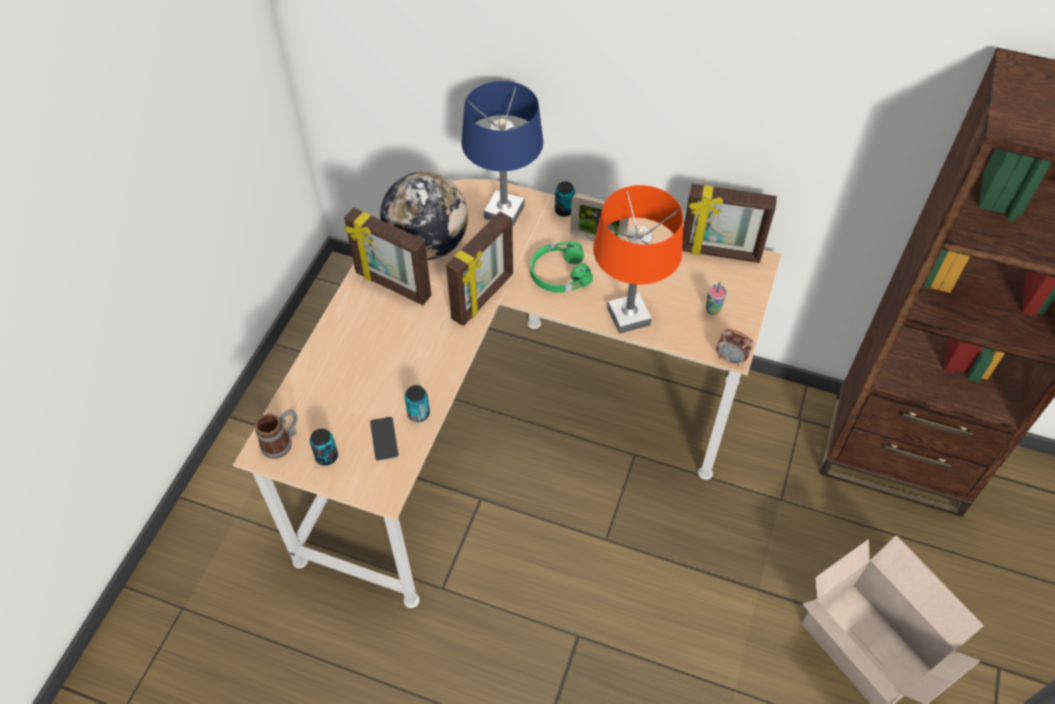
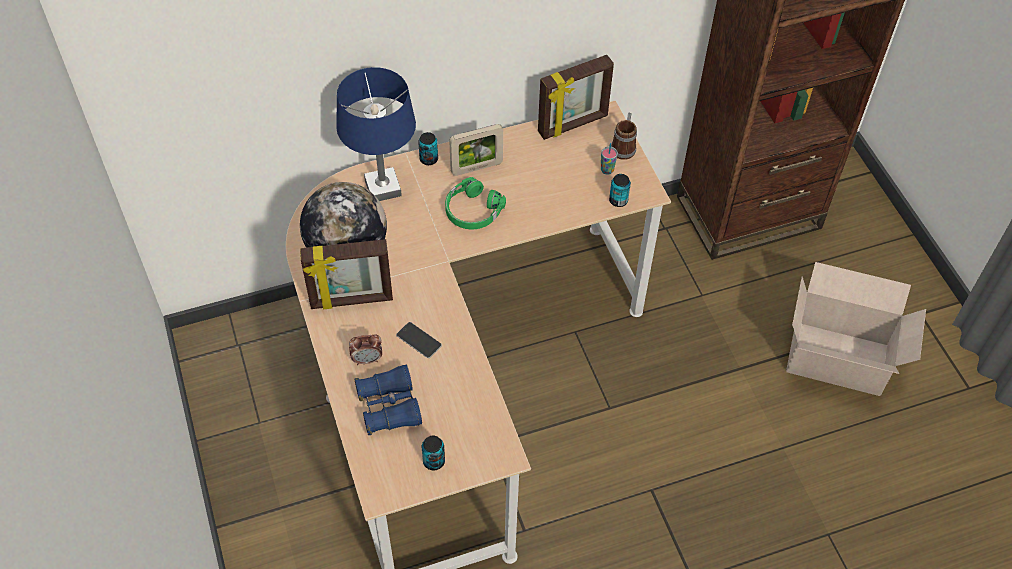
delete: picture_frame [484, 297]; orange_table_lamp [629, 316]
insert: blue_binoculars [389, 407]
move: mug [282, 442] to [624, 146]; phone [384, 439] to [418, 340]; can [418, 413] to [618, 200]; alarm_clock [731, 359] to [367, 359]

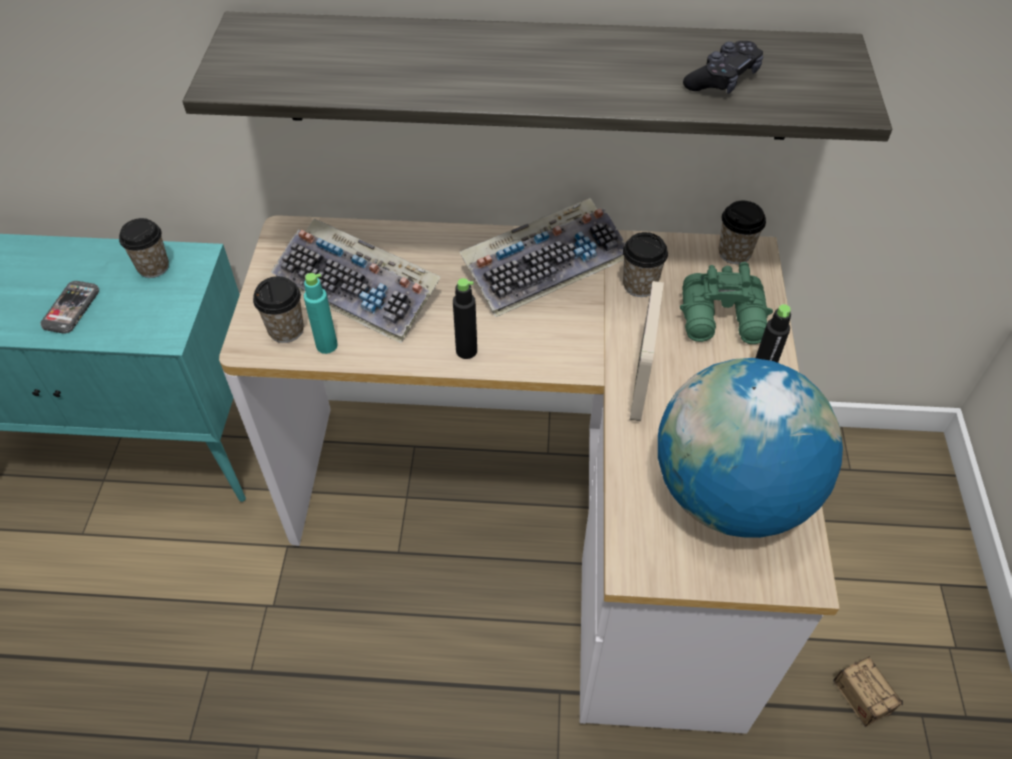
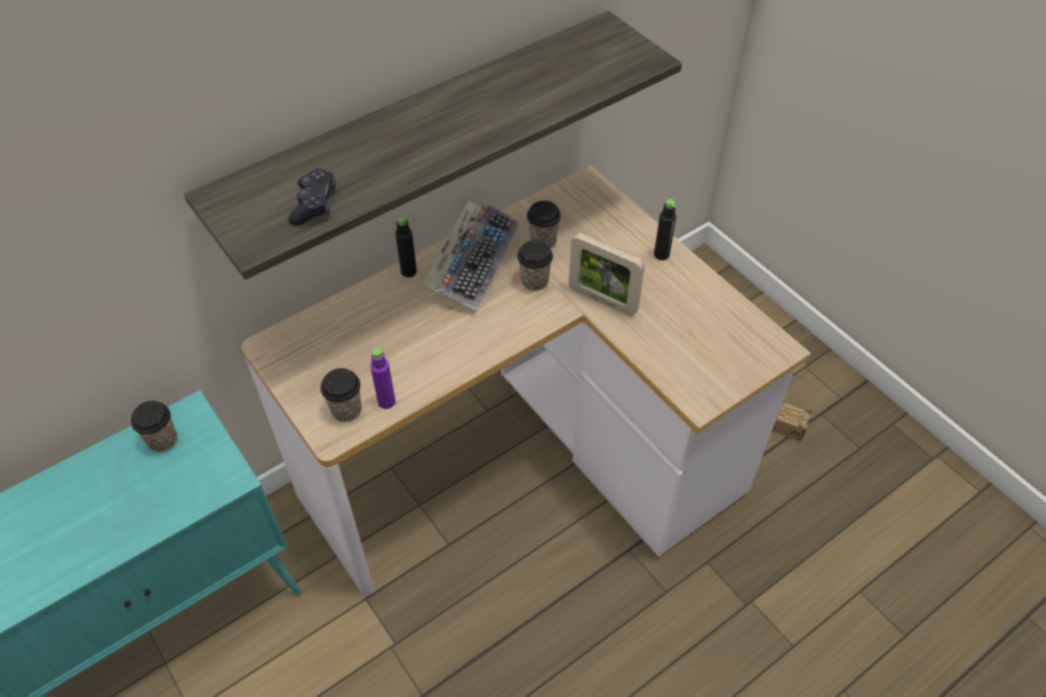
delete: phone [71, 308]; keyboard [360, 290]; globe [729, 493]; green_binoculars [724, 320]
move: black_bottle [466, 351] to [408, 271]; black_game_controller [722, 79] to [314, 204]; cup [734, 253] to [534, 281]
recolor: turquoise_bottle [327, 345] to purple_bottle [386, 401]
rotate: picture_frame [640, 384] = [602, 300] 150 degrees clockwise

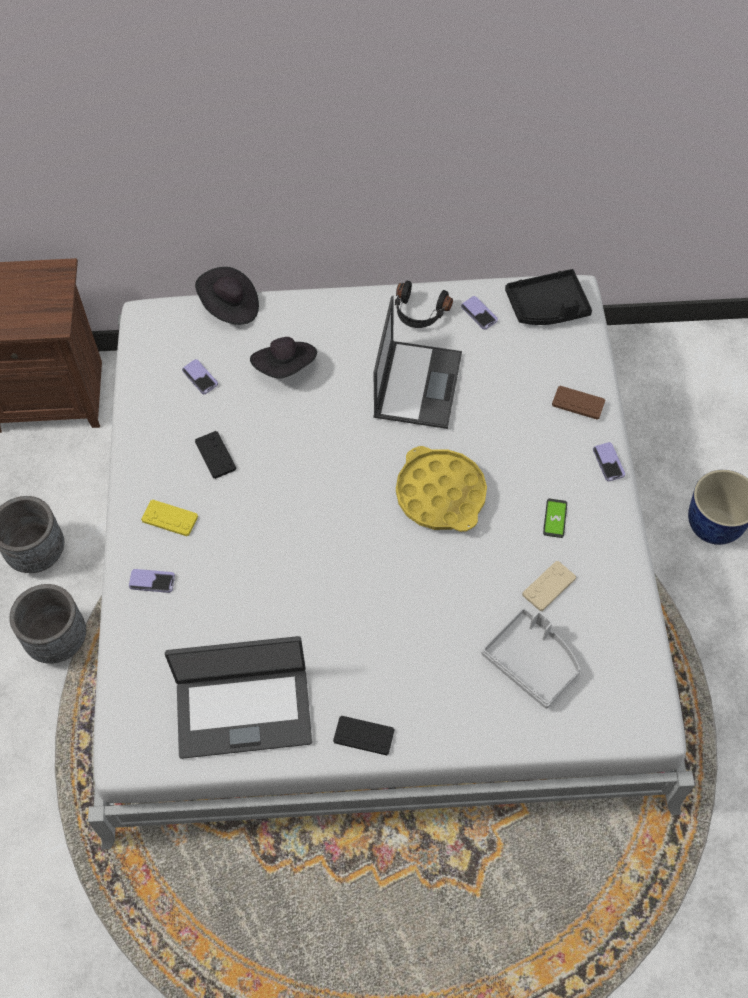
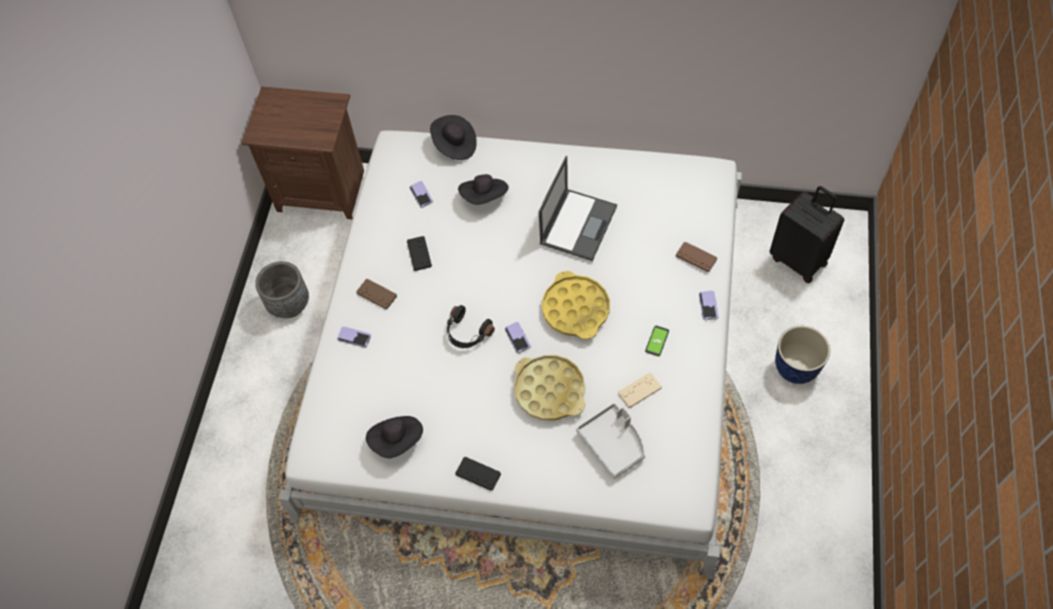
delete: grey_planter [58, 641]; black_tray [547, 307]
insert: yellow_tray [549, 390]; black_suitcase [799, 260]
move: black_headphones [419, 313] to [467, 333]; phone [479, 313] to [517, 338]
replace: laptop [243, 710] to black_hat [397, 440]
recolor: yellow_game_controller [170, 518] to brown_game_controller [376, 294]

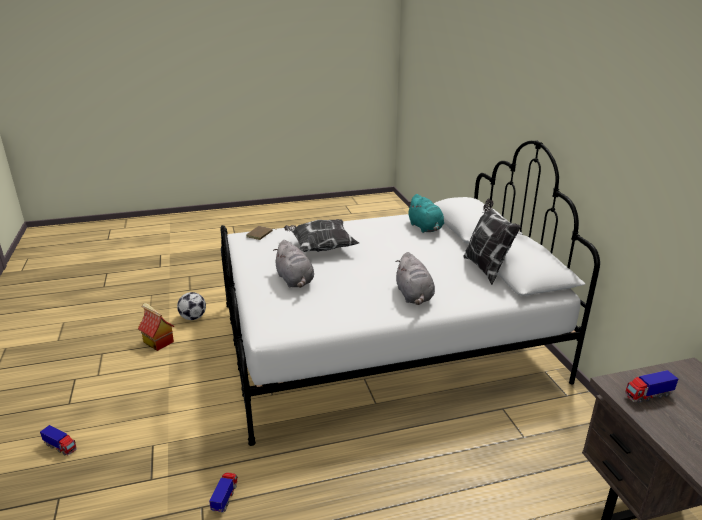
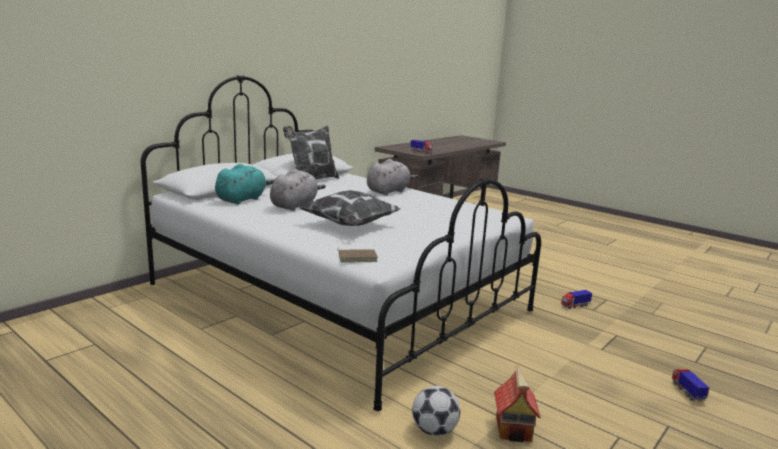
move: grey_plush_toy [295, 281] to [295, 205]

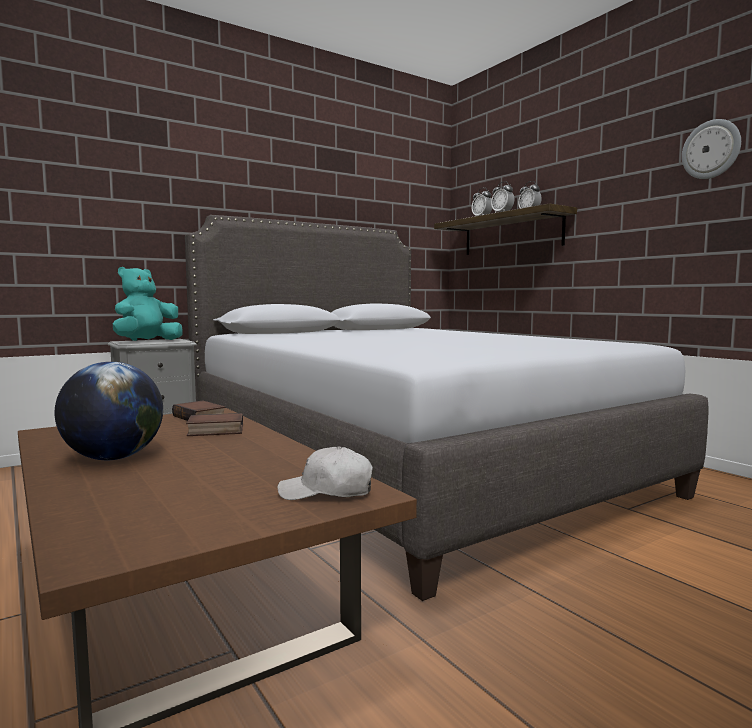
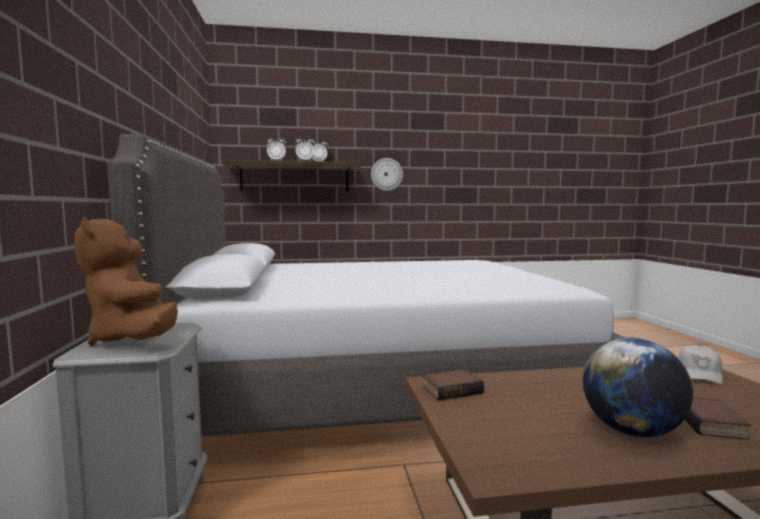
move: book [214, 431] to [711, 424]; wall_clock [711, 149] to [386, 174]
recolor: turquoise_plush_toy [147, 341] to brown_plush_toy [134, 340]

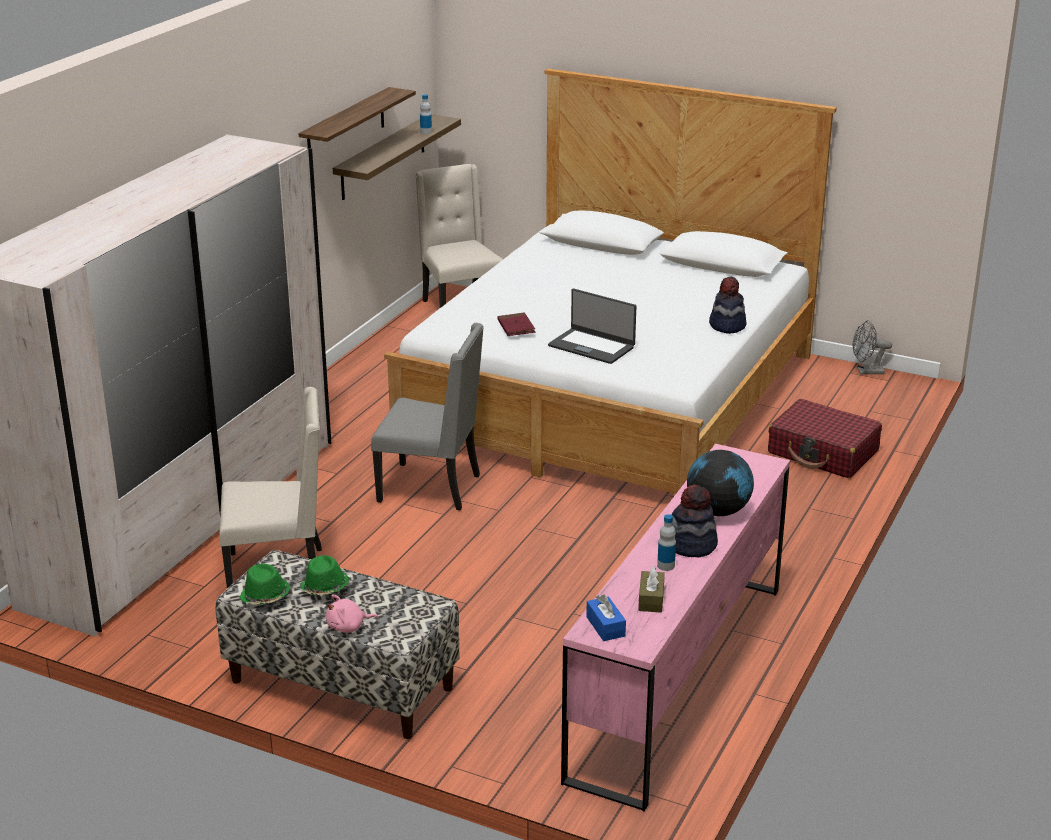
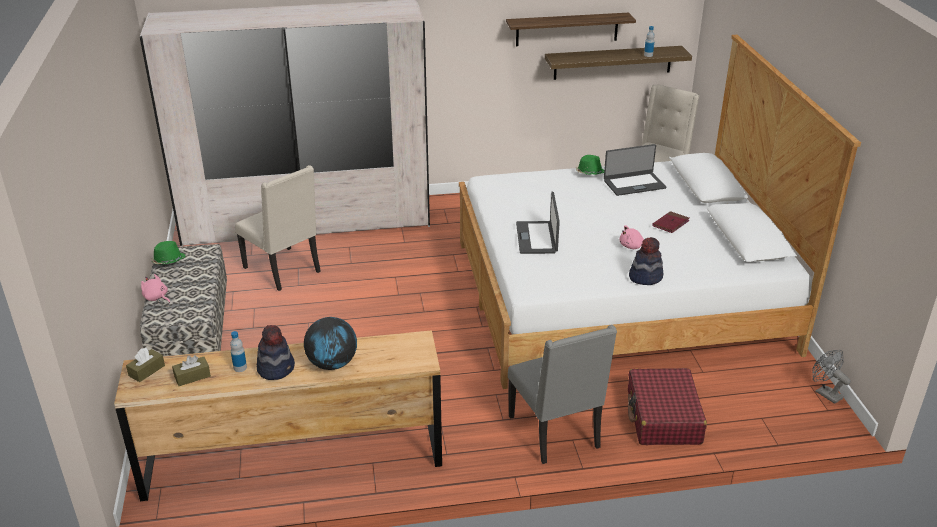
insert: laptop [634, 184]; pink_plush_toy [632, 246]
move: green_hat [324, 588] to [589, 173]; grey_chair [432, 488] to [556, 433]; red_book [516, 327] to [670, 224]
recolor: pink_dresser [678, 679] to brown_dresser [294, 460]; blue_tissue_box [605, 626] to brown_tissue_box [147, 371]

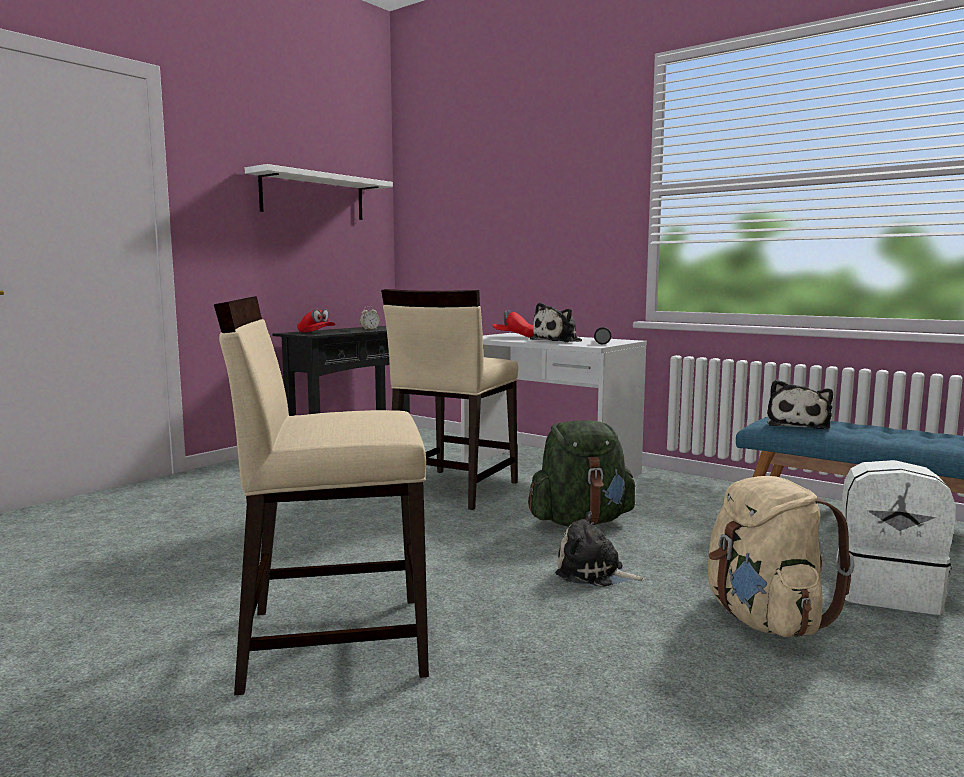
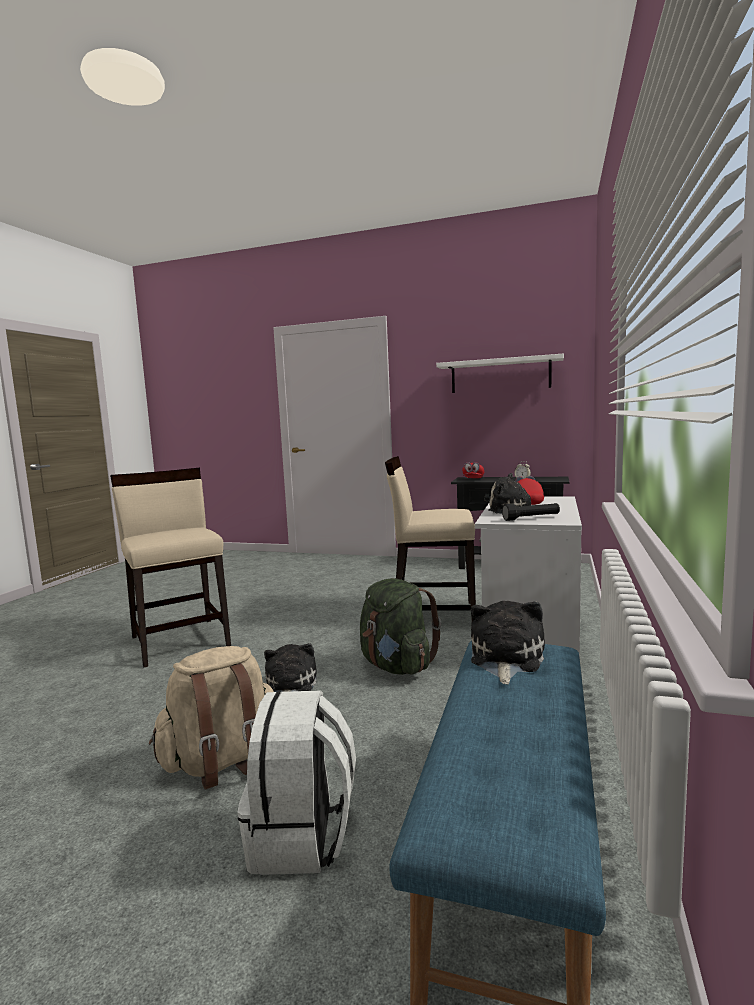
rotate: plush_toy [798, 425] = [505, 659] 105 degrees clockwise

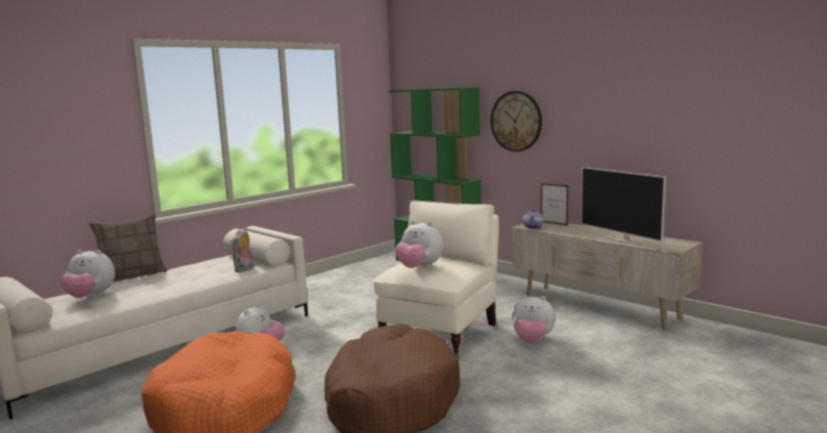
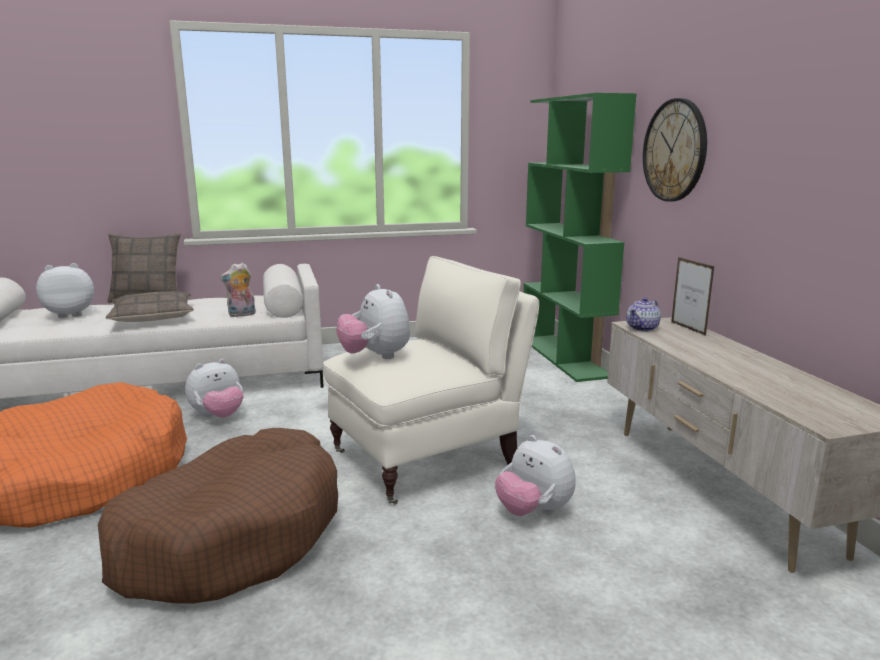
delete: television [621, 240]
insert: pillow [153, 316]
rotate: plush_toy [91, 297] = [70, 314] 120 degrees clockwise

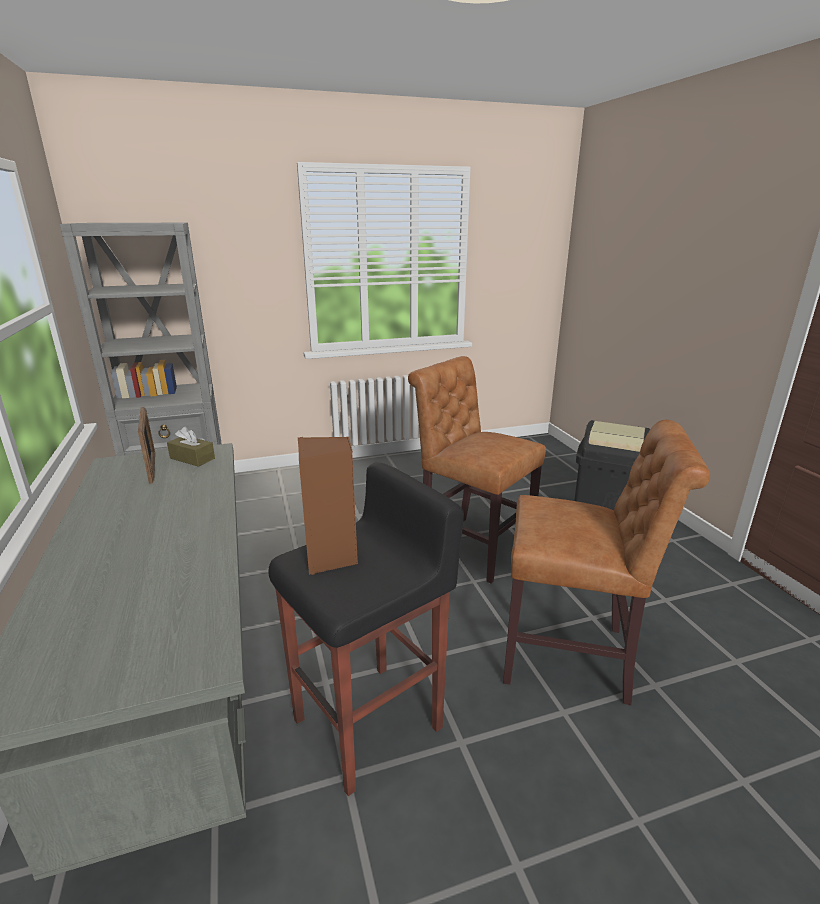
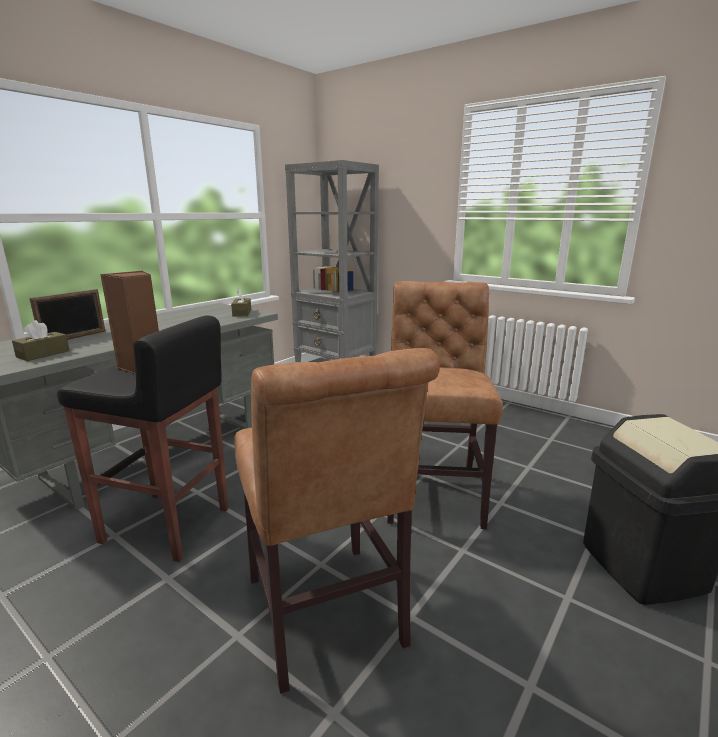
insert: brown_tissue_box [43, 354]
move: picture_frame [152, 467] to [74, 337]

